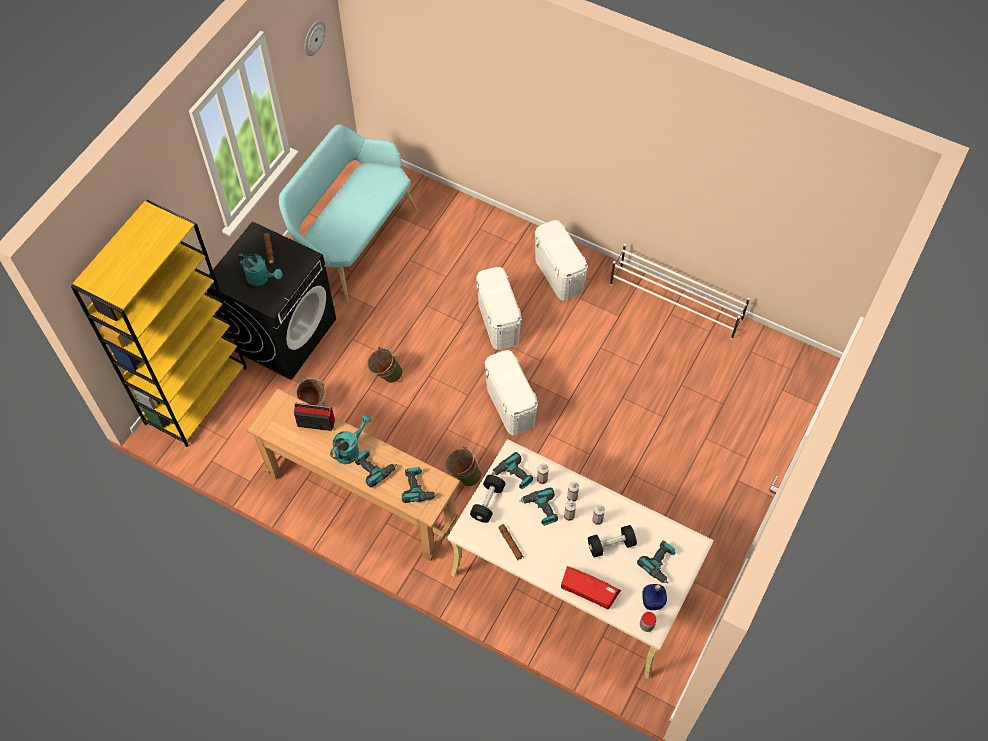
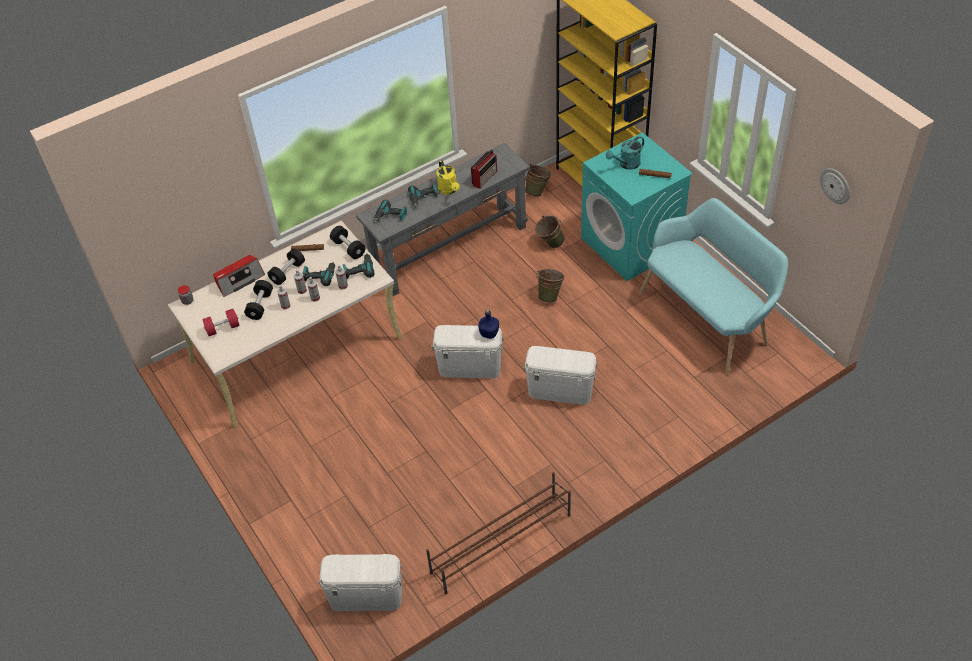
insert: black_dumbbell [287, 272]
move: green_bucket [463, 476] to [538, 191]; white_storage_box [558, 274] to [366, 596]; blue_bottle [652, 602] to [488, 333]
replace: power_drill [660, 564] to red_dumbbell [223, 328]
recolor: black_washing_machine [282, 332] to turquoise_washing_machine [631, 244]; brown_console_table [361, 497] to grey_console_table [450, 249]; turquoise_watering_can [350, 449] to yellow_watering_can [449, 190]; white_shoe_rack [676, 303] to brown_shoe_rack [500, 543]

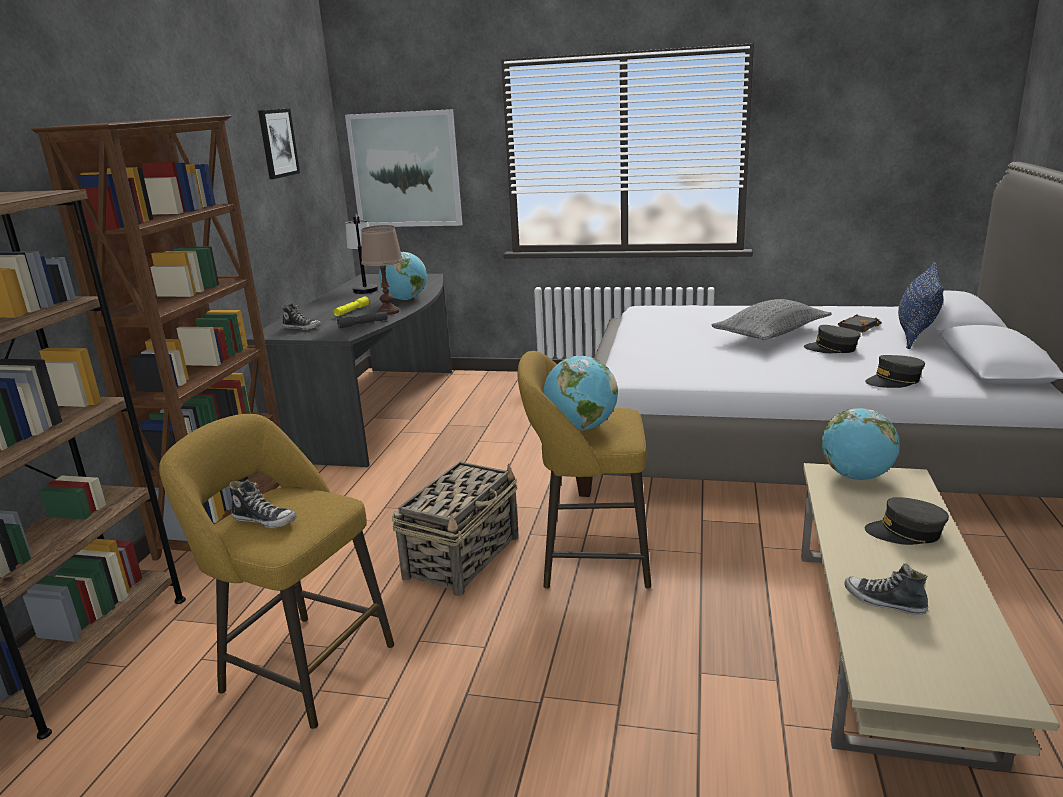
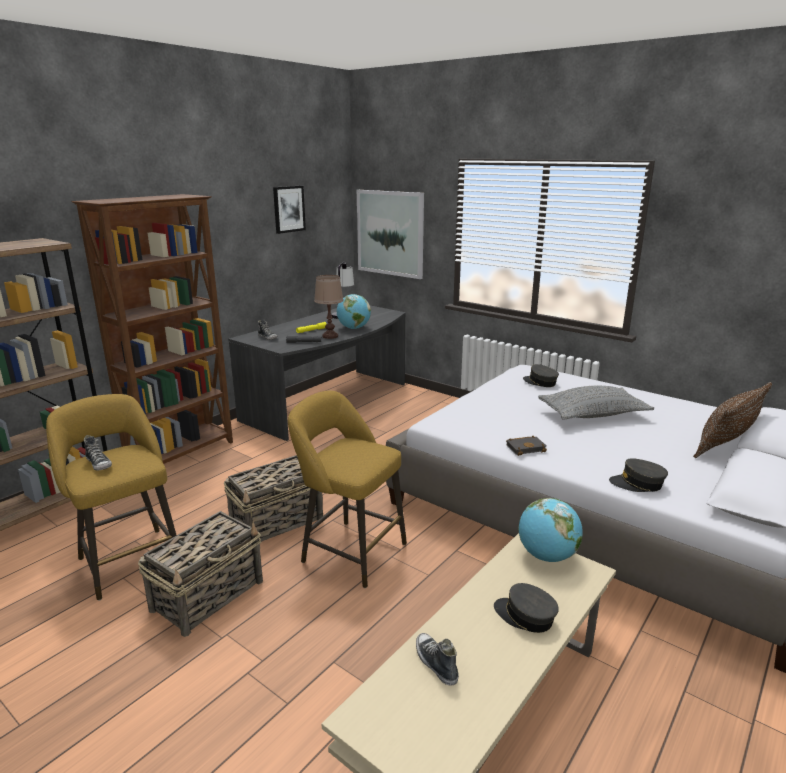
delete: globe [581, 428]
insert: basket [209, 595]
move: grey_cap [831, 349] to [540, 382]; black_book [858, 326] to [526, 448]
recolor: blue_pillow [916, 333] to brown_pillow [726, 444]

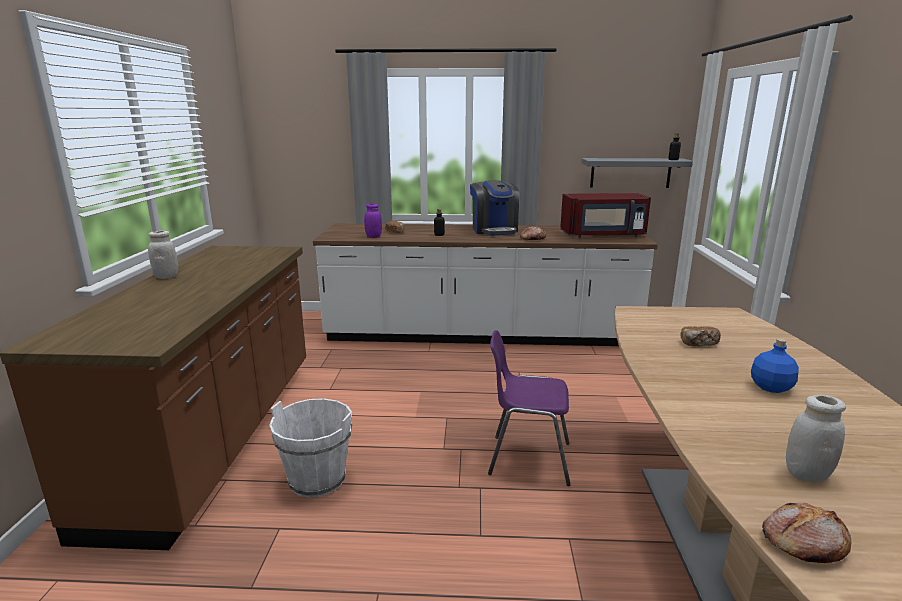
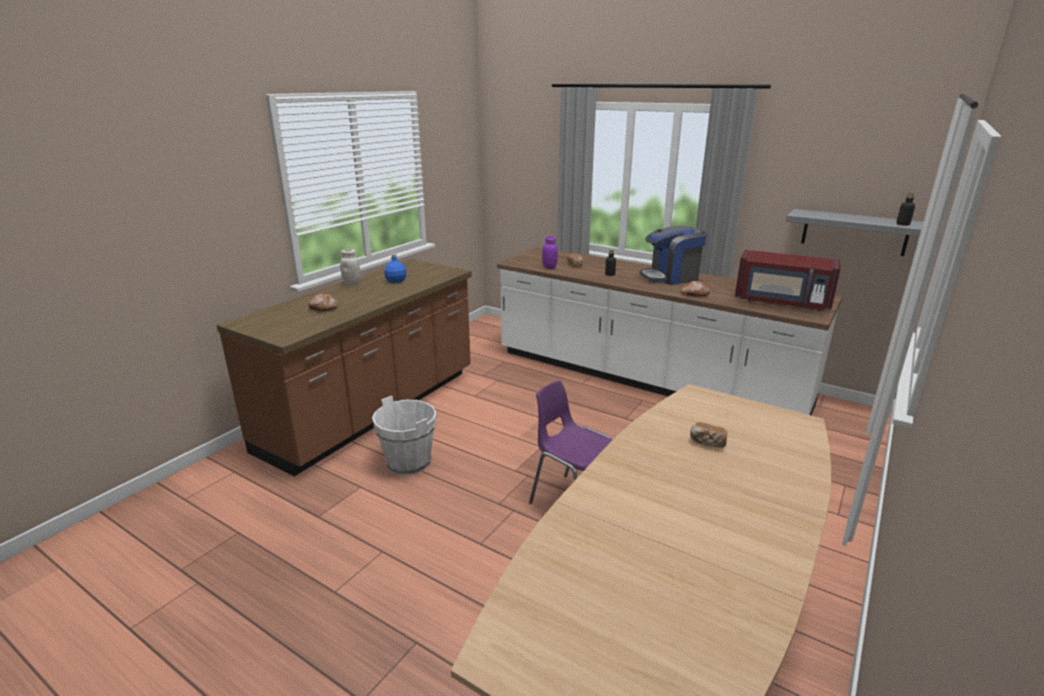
delete: white_jar [806, 474]
move: blue_bottle [771, 387] to [396, 281]; bread [802, 542] to [324, 308]
rotate: coffee_machine [494, 230] = [671, 277] 60 degrees clockwise

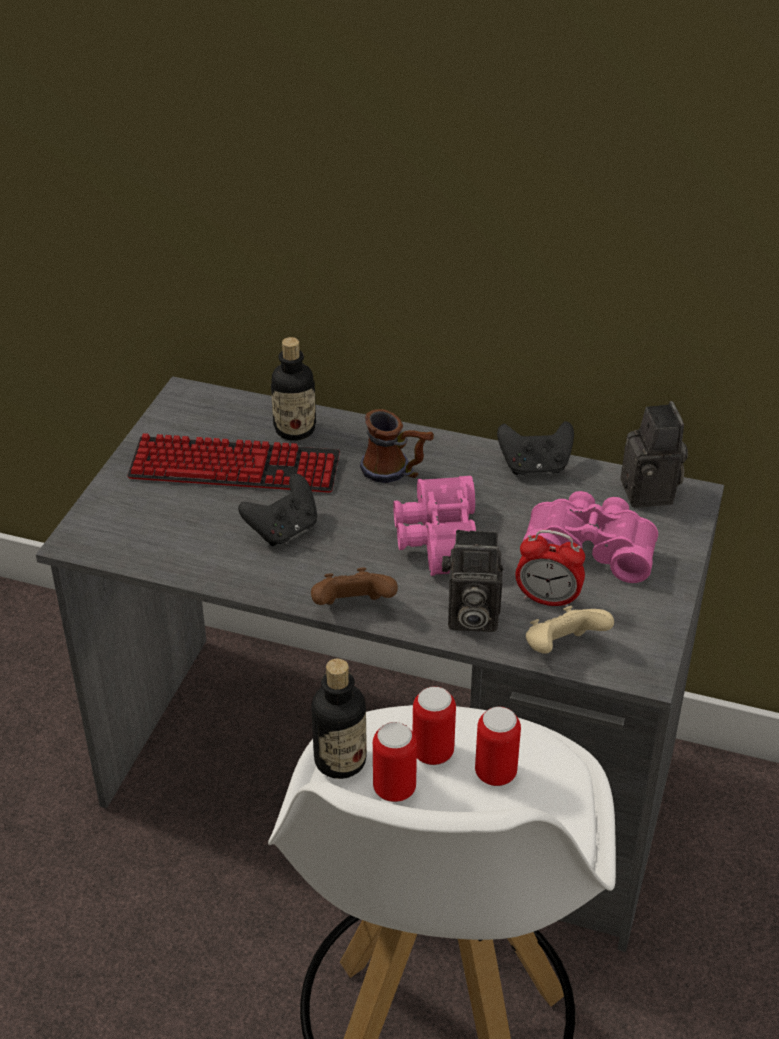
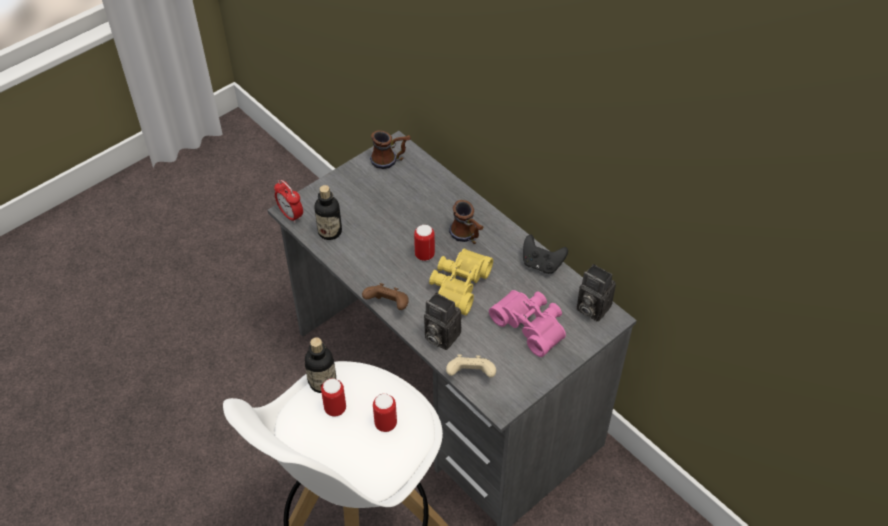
delete: keyboard [234, 468]; black_game_controller [283, 530]
insert: mug [390, 160]
move: bottle [295, 430] to [330, 232]; can [433, 753] to [424, 255]; alarm_clock [547, 599] to [290, 215]
recolor: pink_binoculars [437, 540] to yellow_binoculars [457, 285]
rotate: photo_camera [651, 494] = [591, 308] 105 degrees clockwise

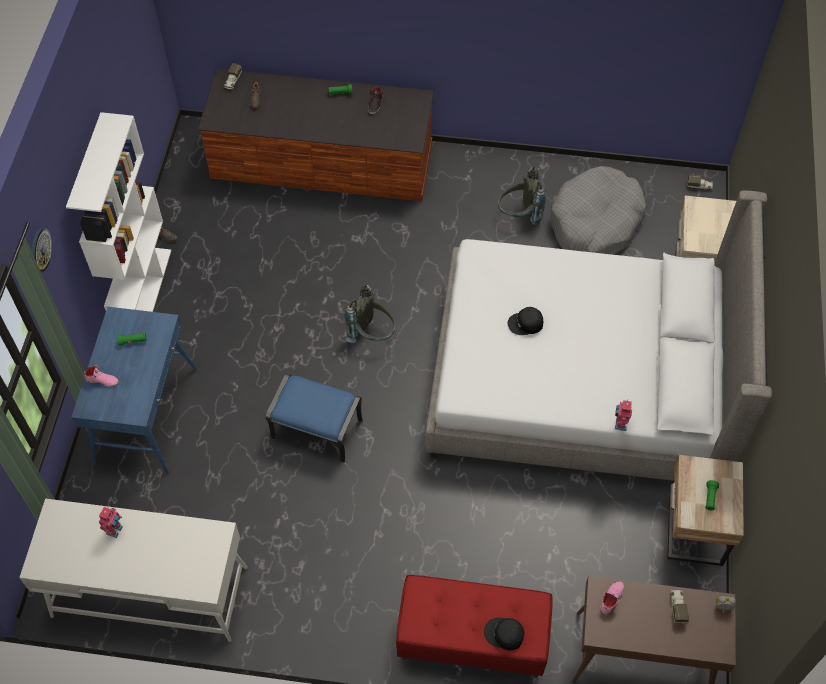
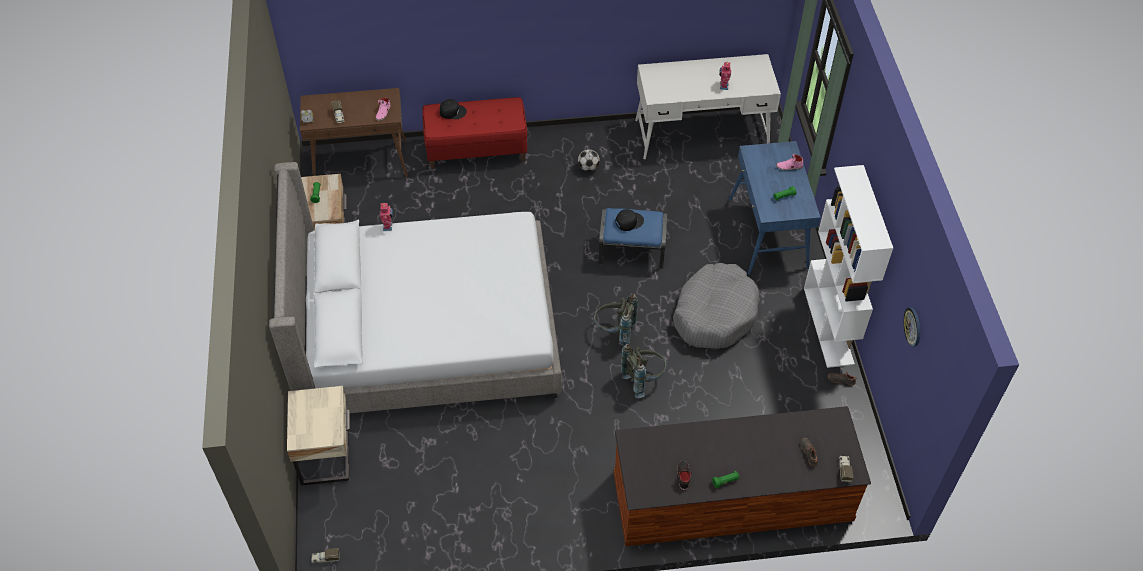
insert: football [588, 167]
move: wall_clock [40, 249] to [913, 326]; grey_backpack [519, 215] to [643, 379]; black_cap [526, 324] to [629, 221]; grey_dog_bed [595, 222] to [714, 313]

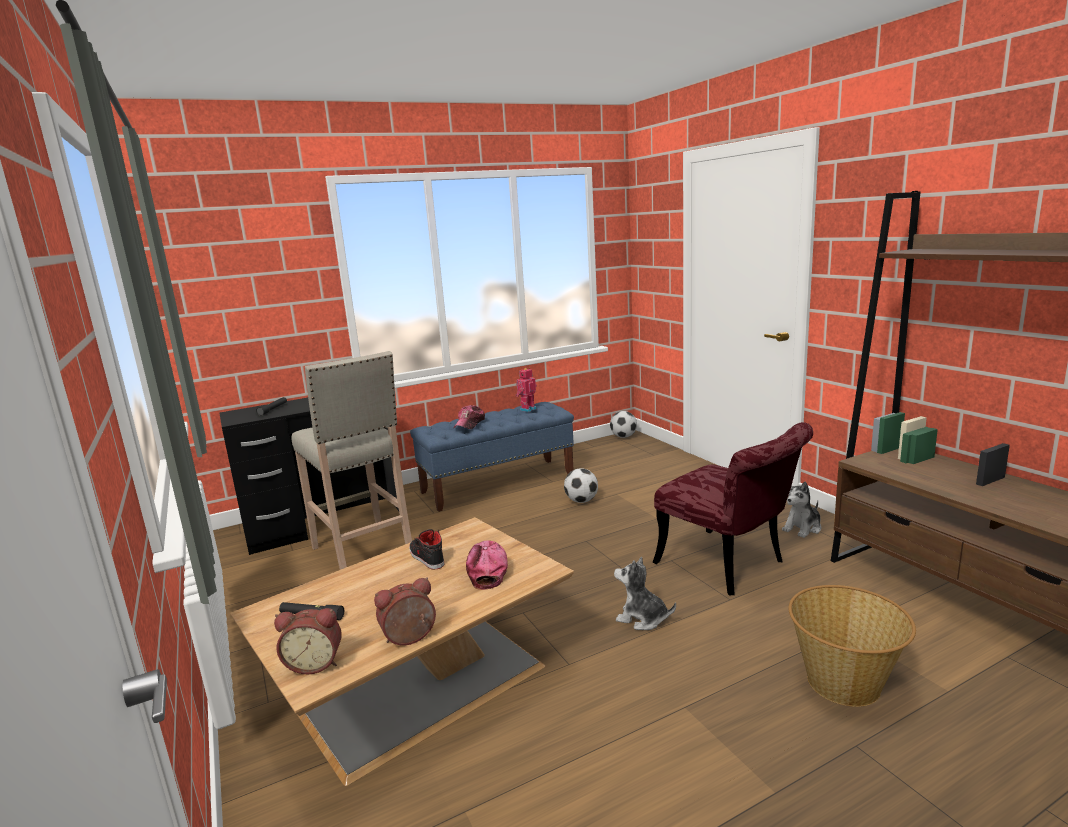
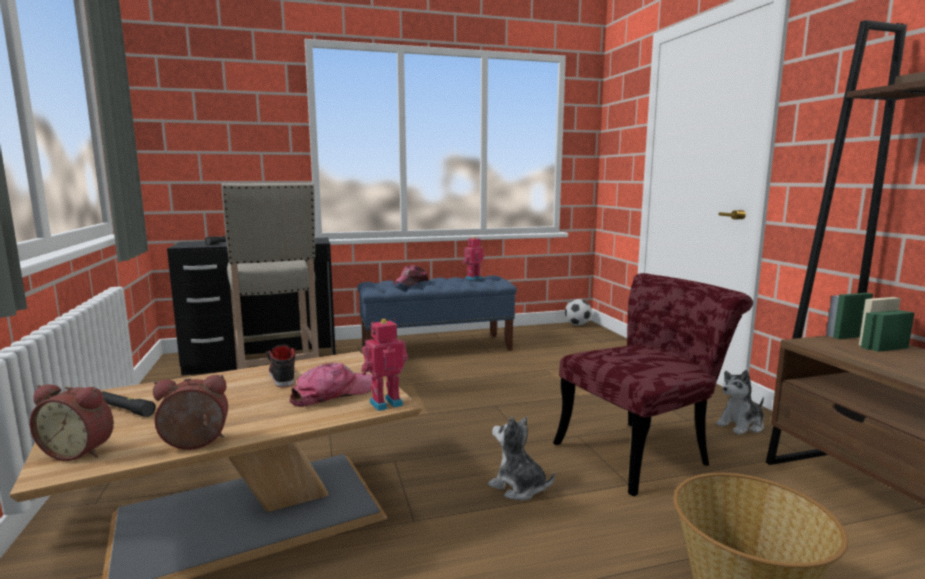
delete: football [581, 501]
insert: toy_robot [385, 403]
rotate: cap [487, 569] = [332, 394] 45 degrees clockwise; red_chair [730, 566] = [642, 451] 90 degrees counterclockwise

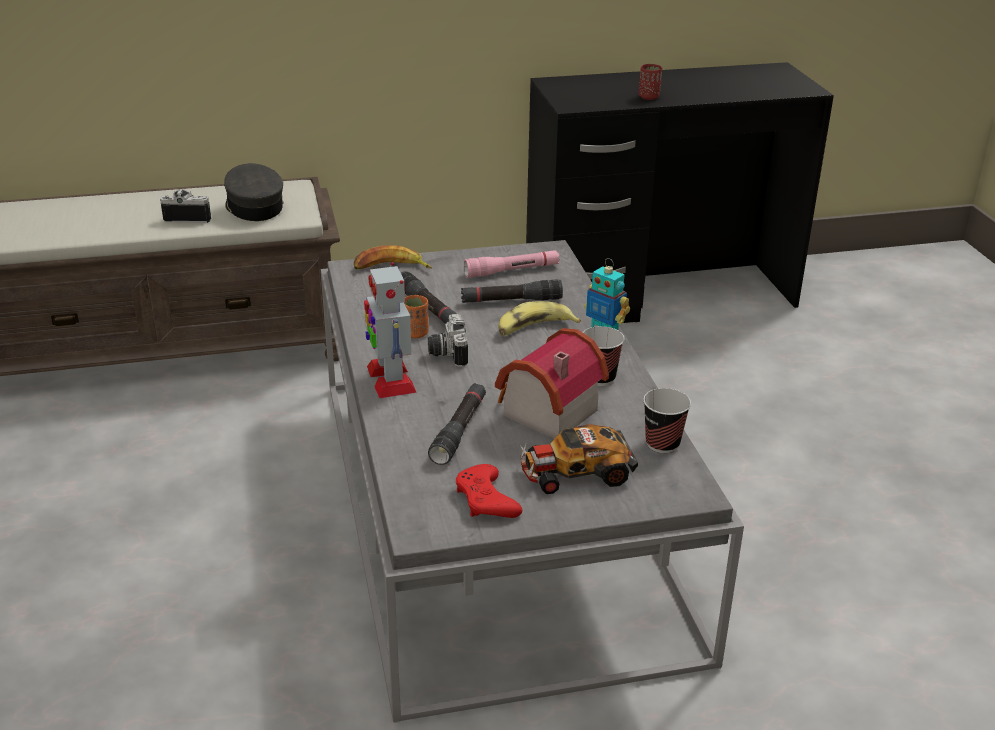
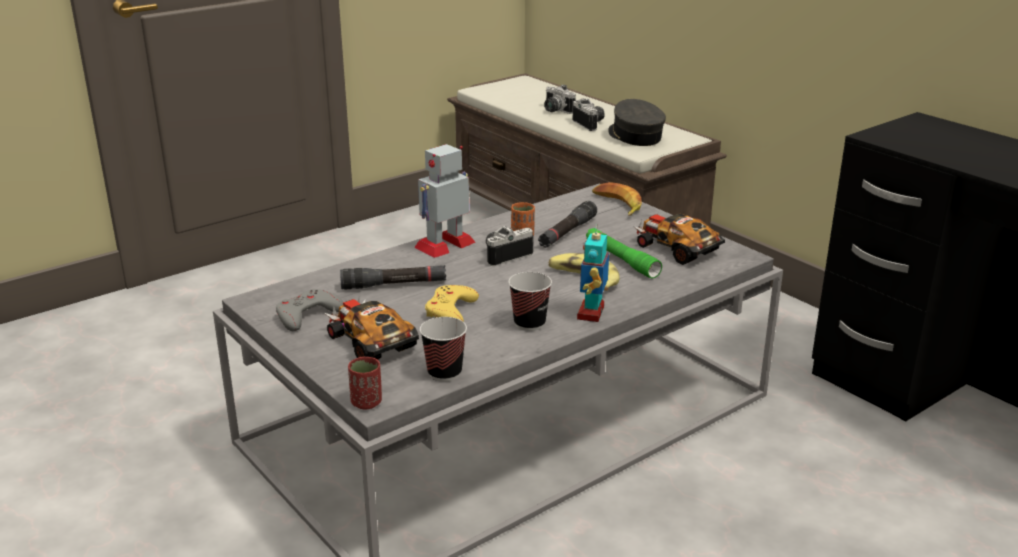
insert: photo_camera [555, 110]
move: red_cup [649, 97] to [366, 403]
replace: pink_flashlight [512, 271] to toy_car [676, 248]; toy_house [544, 411] to yellow_game_controller [451, 311]
recolor: red_game_controller [486, 499] to grey_game_controller [307, 315]; black_flashlight [511, 301] to green_flashlight [621, 260]
rotate: grey_cap [254, 207] = [634, 136] 60 degrees counterclockwise

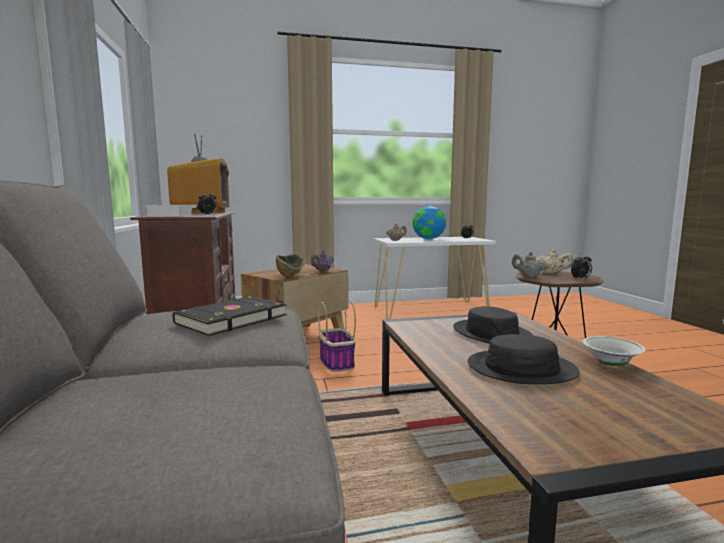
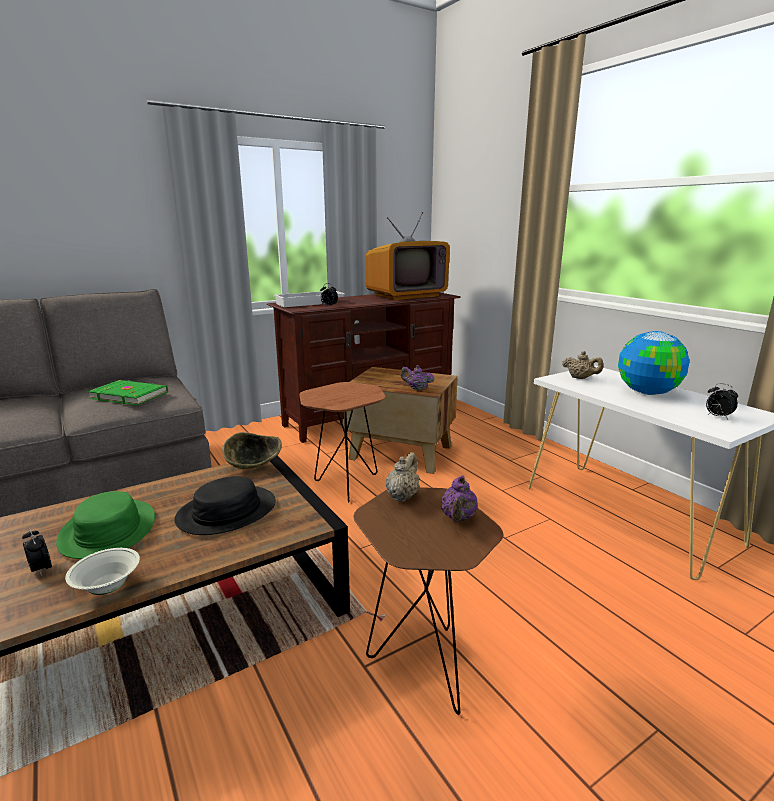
move: bowl [291, 276] to [253, 468]; alarm_clock [580, 279] to [41, 569]
replace: basket [336, 362] to brown_side_table [345, 486]
recolor: black_book [230, 319] to green_book [129, 395]; black_hat [521, 369] to green_hat [108, 530]; beige_teapot [552, 273] to purple_teapot [458, 518]

